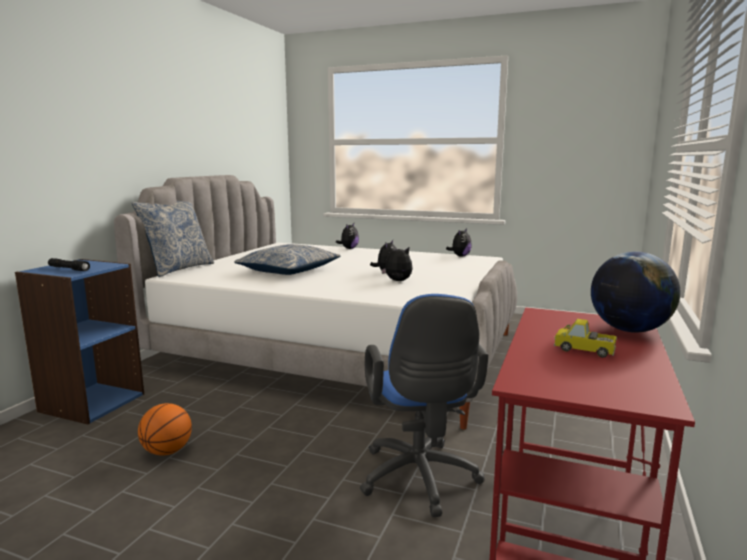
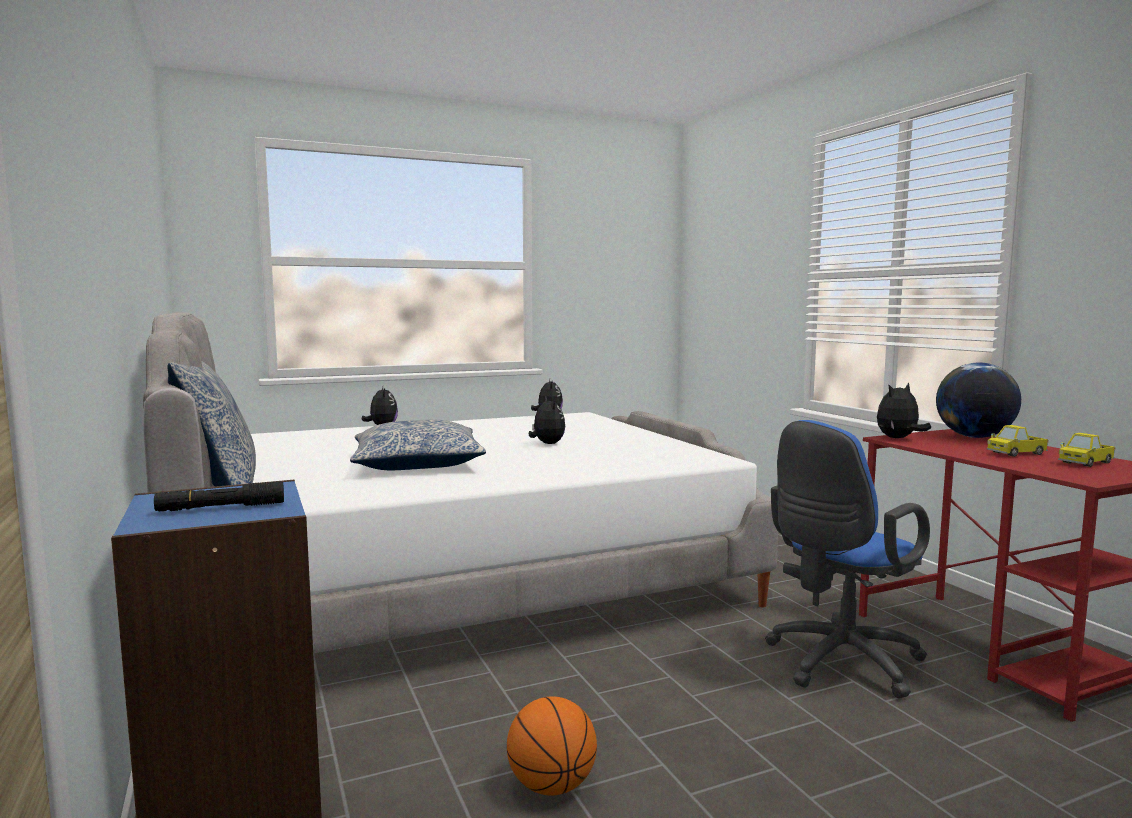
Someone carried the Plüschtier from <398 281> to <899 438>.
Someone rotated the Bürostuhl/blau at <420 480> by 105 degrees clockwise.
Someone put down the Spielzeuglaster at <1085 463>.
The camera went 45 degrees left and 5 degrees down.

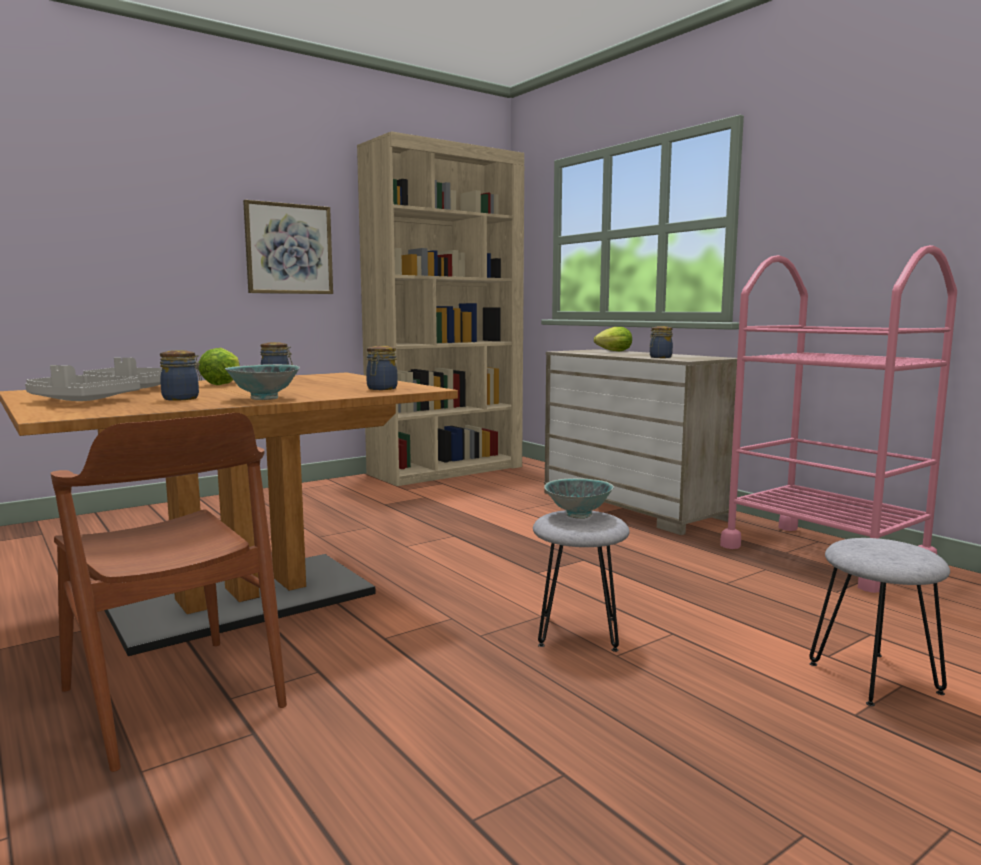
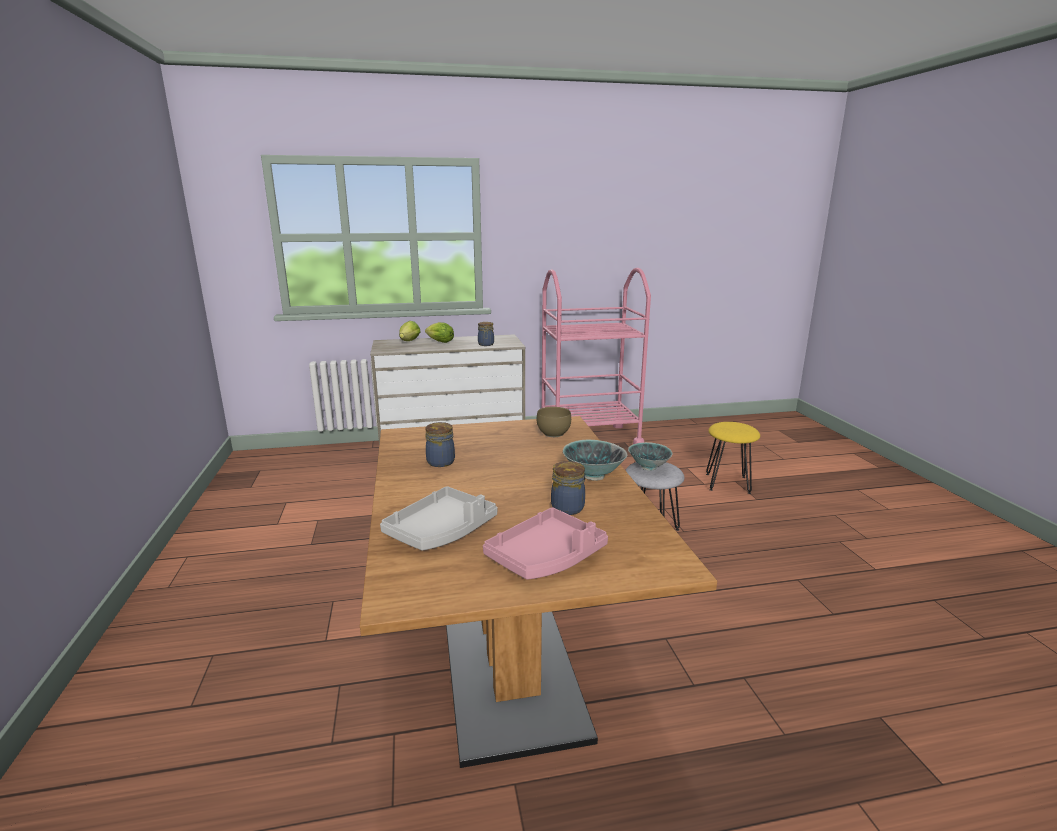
Someone took away the Bücherregal/beige at <446 470>.
Someone took away the Bild at <289 249>.
Someone swapped the Vorratsglas at <381 389> for the Schüssel/braun at <555 434>.
Someone carried the Salatkopf from <223 384> to <438 342>.
Someone repainted the Tablett/grau at <80 400>, which became the Tablett/rosa at <546 557>.
Someone took away the Stuhl/braun at <172 697>.
Someone repainted the Hocker/grau at <875 678>, which became the Hocker/gelb at <727 483>.
The camera went 65 degrees left and 10 degrees up.

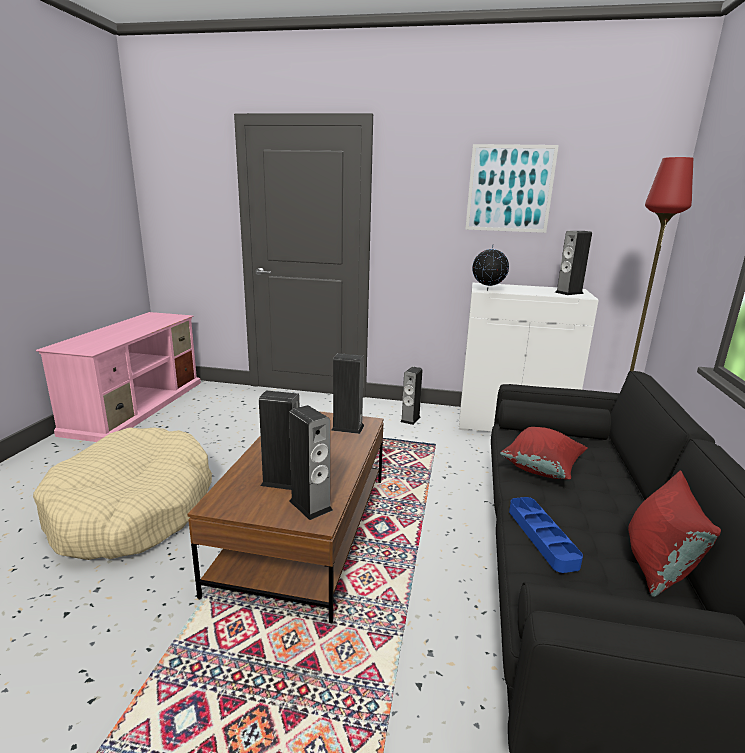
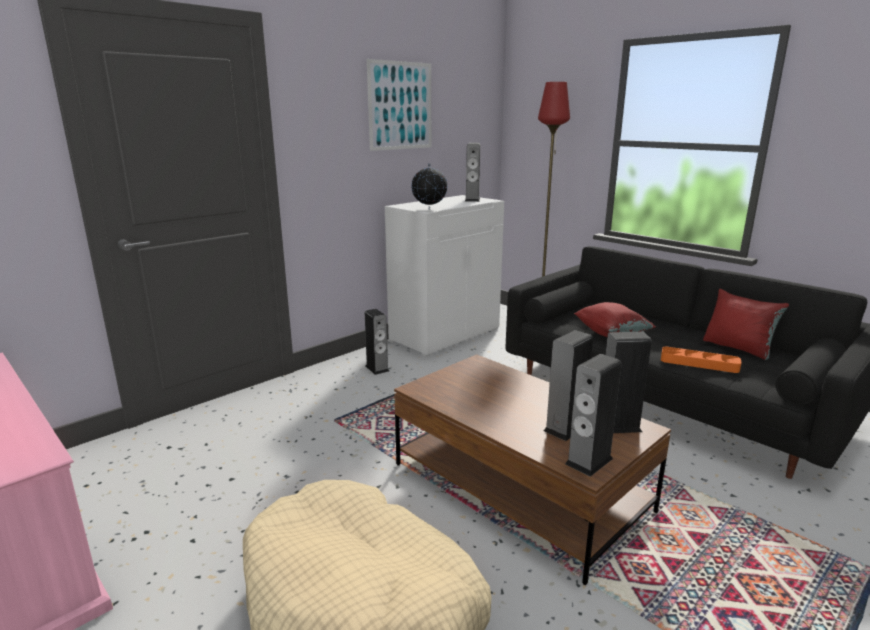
Someone carried the Lautsprecher from <347 427> to <589 461>.
Someone repainted the Tablett/blau at <542 537>, which became the Tablett/orange at <699 363>.
The camera went 55 degrees left and 0 degrees up.

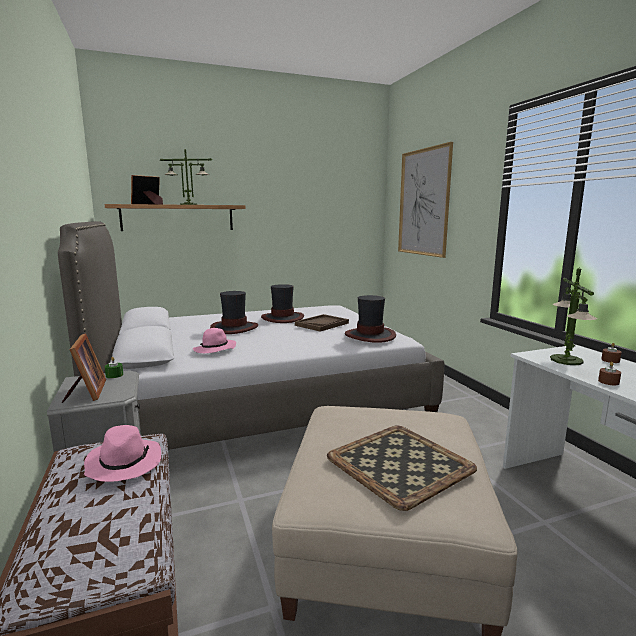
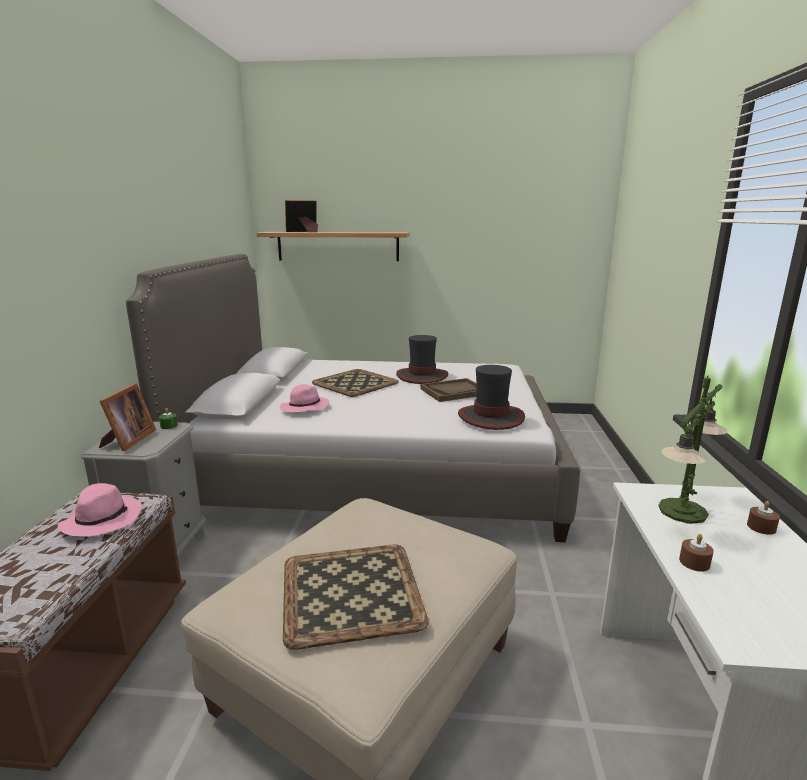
Someone took away the Bild at <423 202>.
Someone took away the Tischlampe at <189 204>.
Someone swapped the Hut at <234 328> for the Tablett at <354 383>.
The camera went 25 degrees right and 5 degrees up.

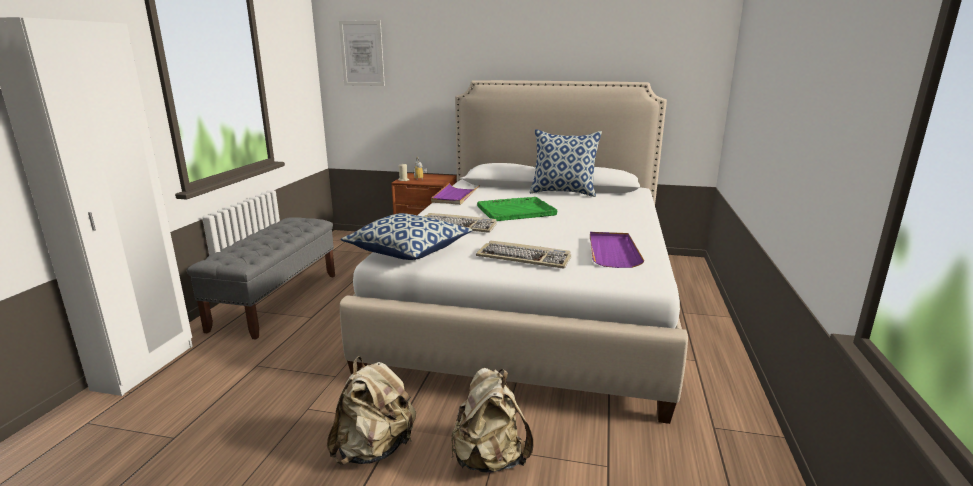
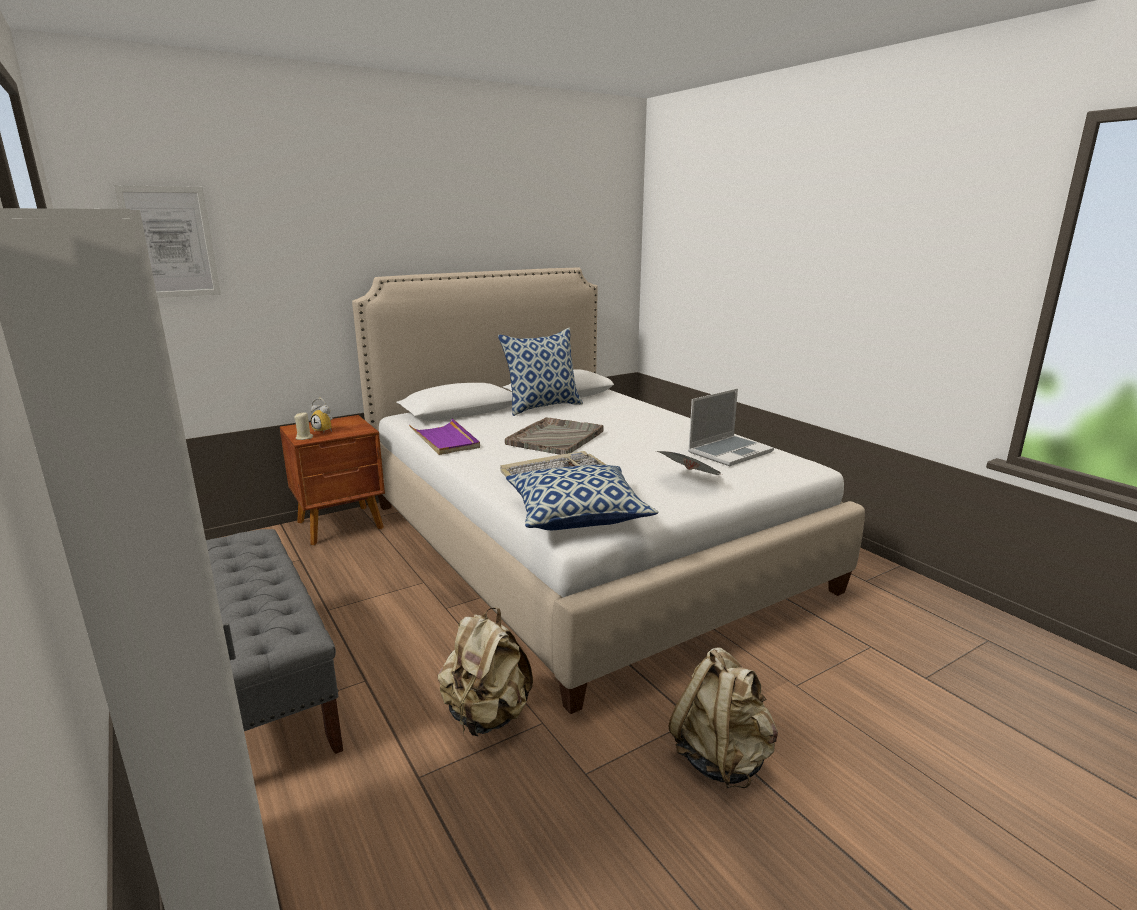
Someone repainted the Tablett/grün at <516 210>, which became the Tablett/grau at <556 438>.
Someone swapped the Tablett/lila at <612 252> for the Laptop at <730 452>.
Someone swapped the Tastatur at <525 258> for the Zeitung at <691 481>.
Someone carried the Rucksack/beige from <489 459> to <487 716>.
The camera went 45 degrees left and 0 degrees up.

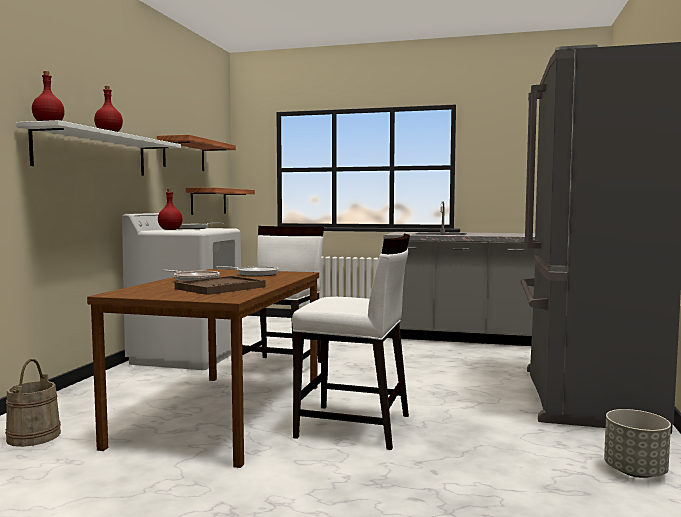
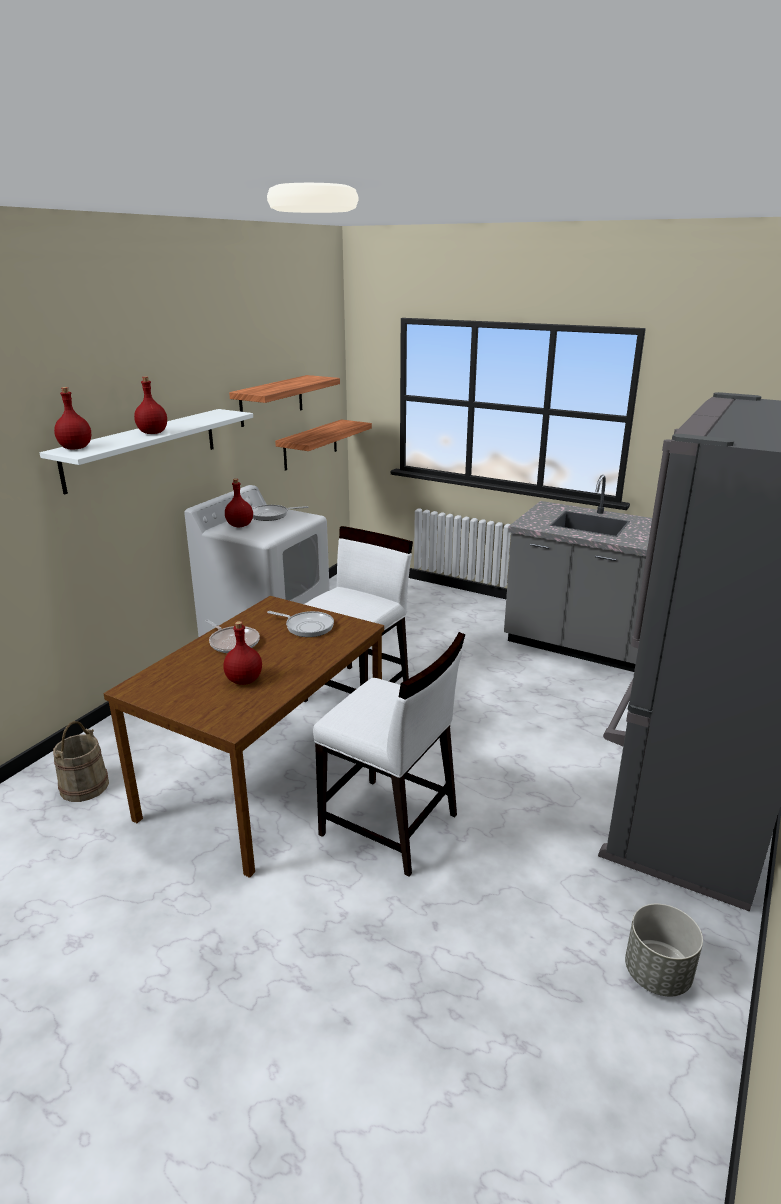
Someone swapped the Tablett/braun at <220 288> for the Flasche/rot at <243 680>.
The camera went 15 degrees right and 20 degrees up.

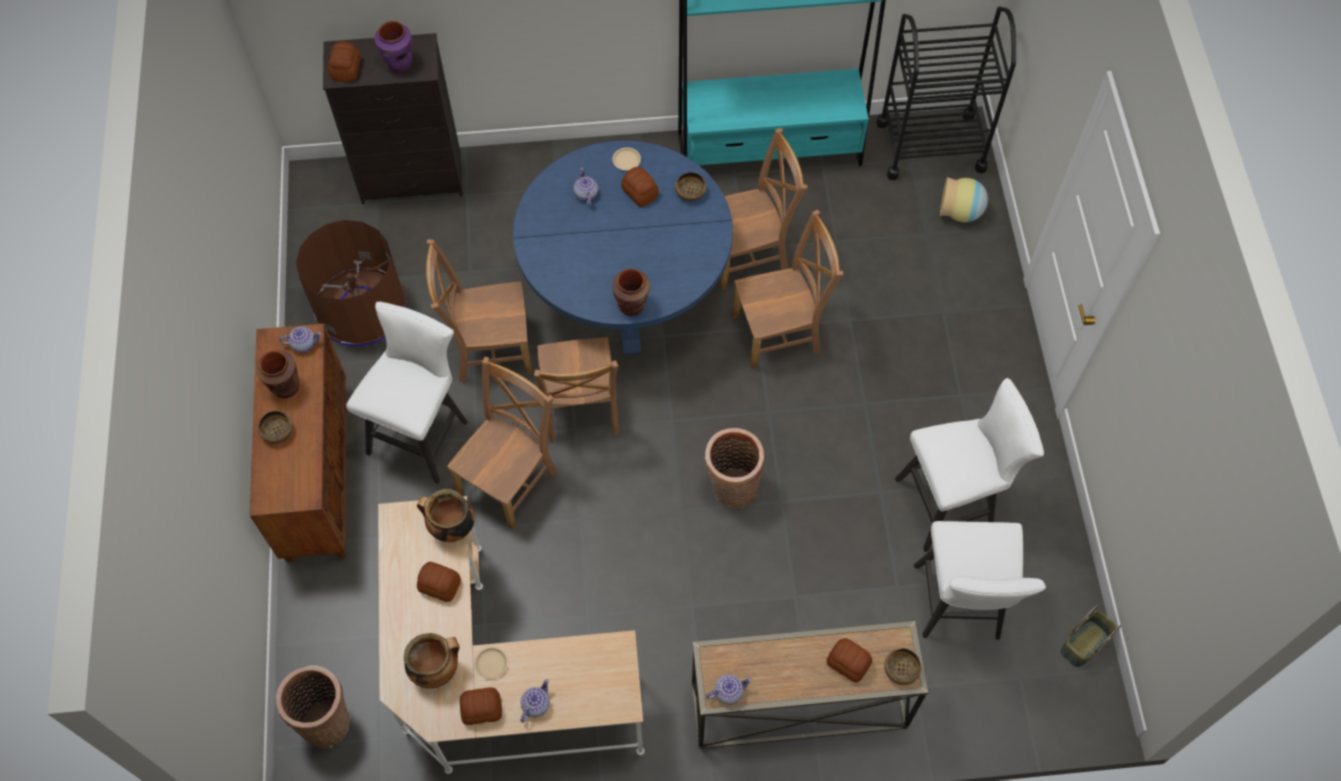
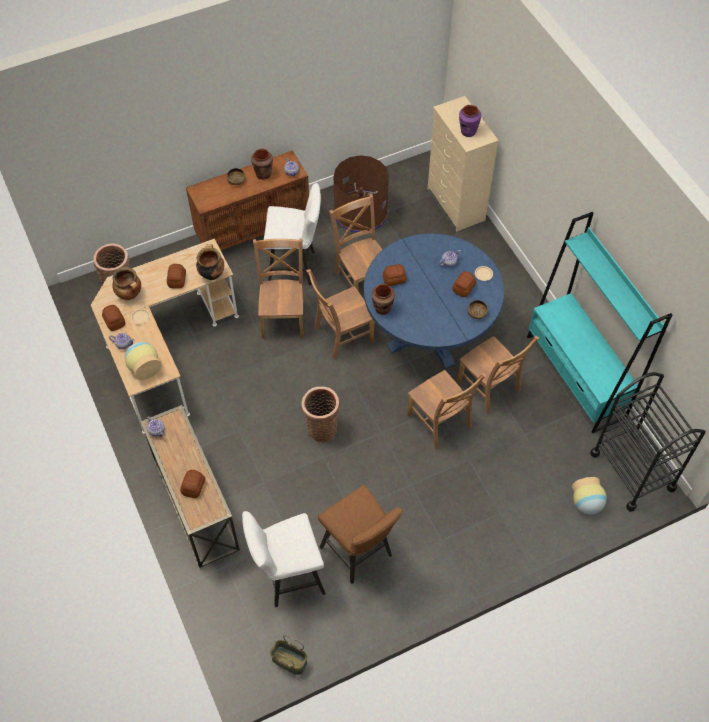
Someone repainted the Kommode/schwarz at <413 179>, which became the Kommode/beige at <455 205>.
Someone carried the Brot from <347 68> to <394 279>.
Someone rotated the Stuhl/braun at <510 480> by 105 degrees counterclockwise.
Someone repainted the Hocker/weiß at <951 503>, which became the Hocker/braun at <359 554>.
Someone took away the Schüssel at <900 669>.
Someone put down the Vase at <144 367>.
The camera went 70 degrees right and 5 degrees down.

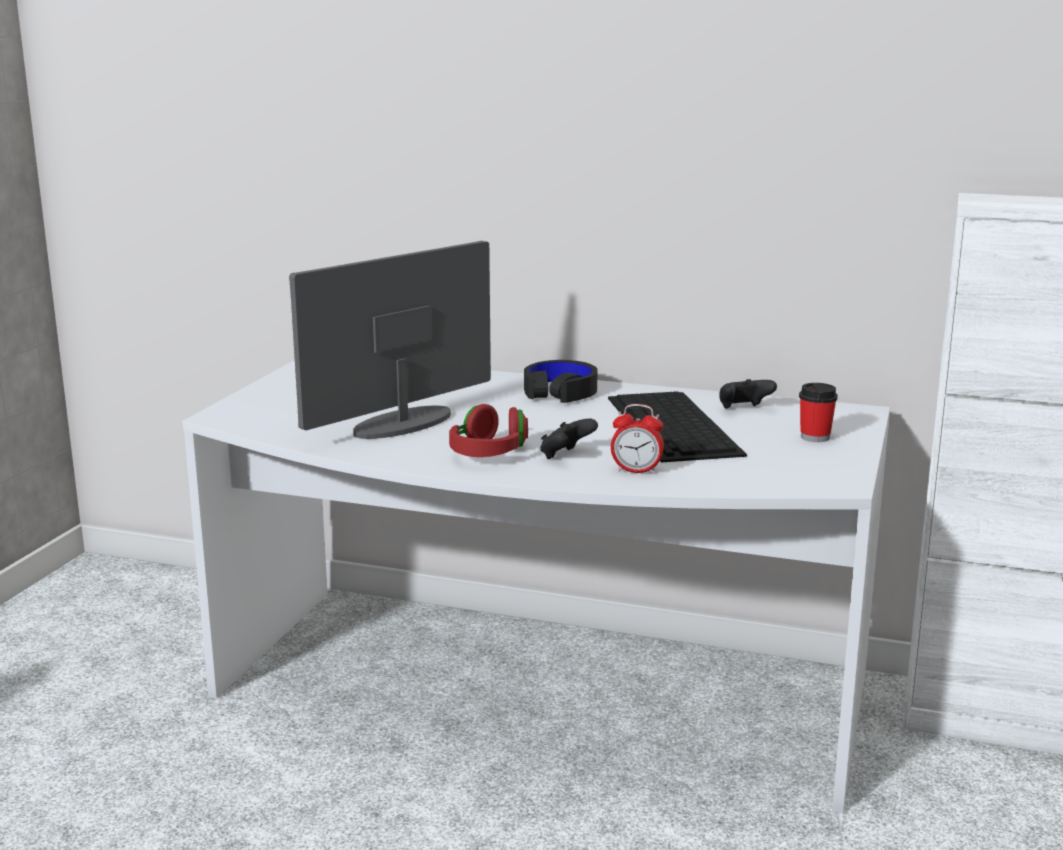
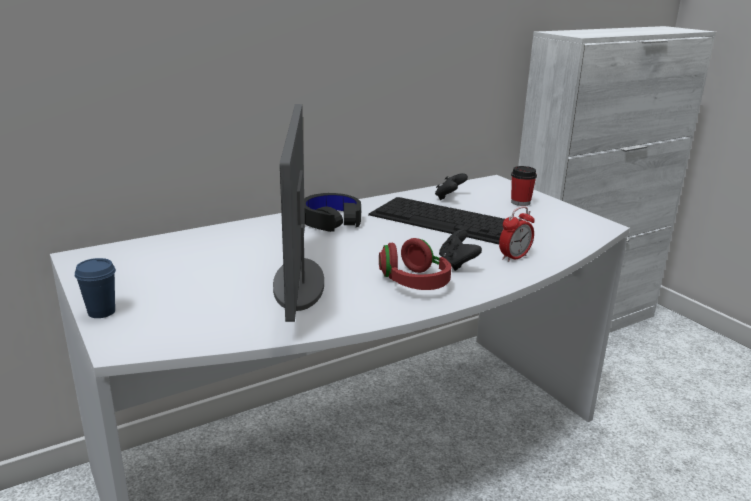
Someone put down the Tasse/blau at <101 312>.
The camera went 50 degrees left and 5 degrees up.

